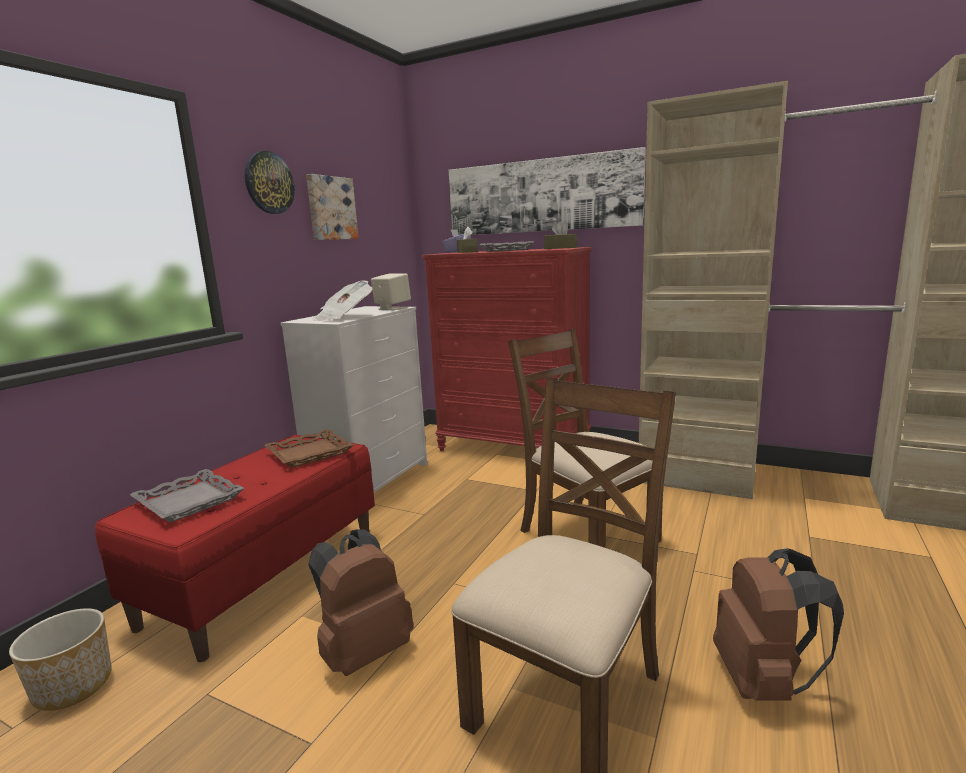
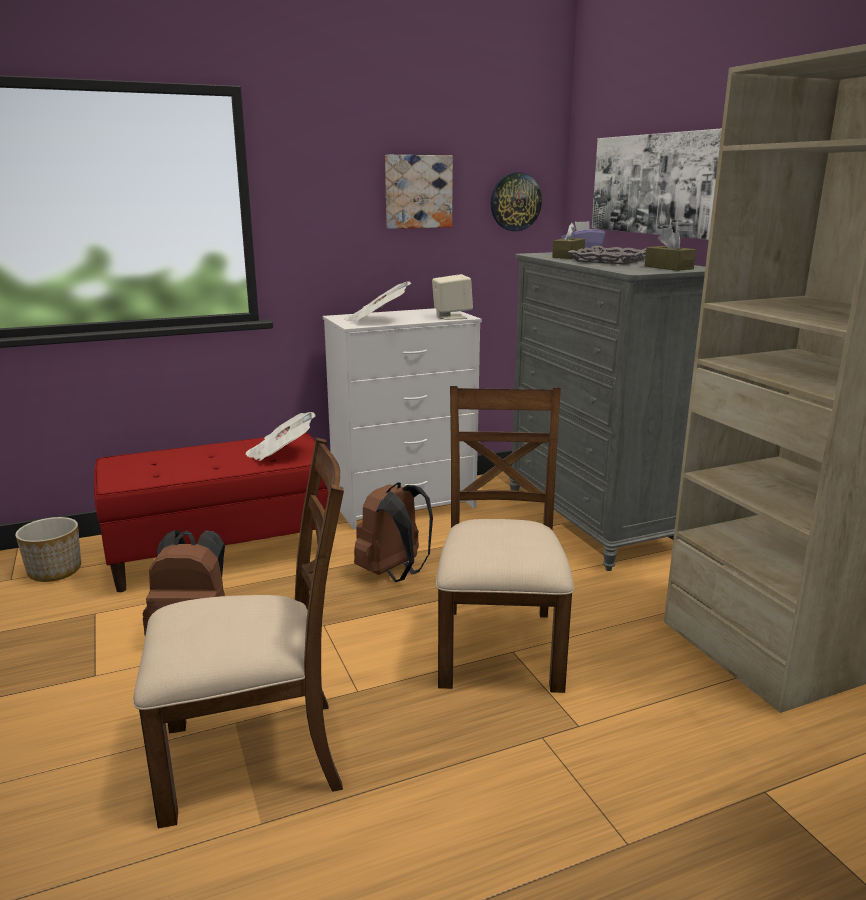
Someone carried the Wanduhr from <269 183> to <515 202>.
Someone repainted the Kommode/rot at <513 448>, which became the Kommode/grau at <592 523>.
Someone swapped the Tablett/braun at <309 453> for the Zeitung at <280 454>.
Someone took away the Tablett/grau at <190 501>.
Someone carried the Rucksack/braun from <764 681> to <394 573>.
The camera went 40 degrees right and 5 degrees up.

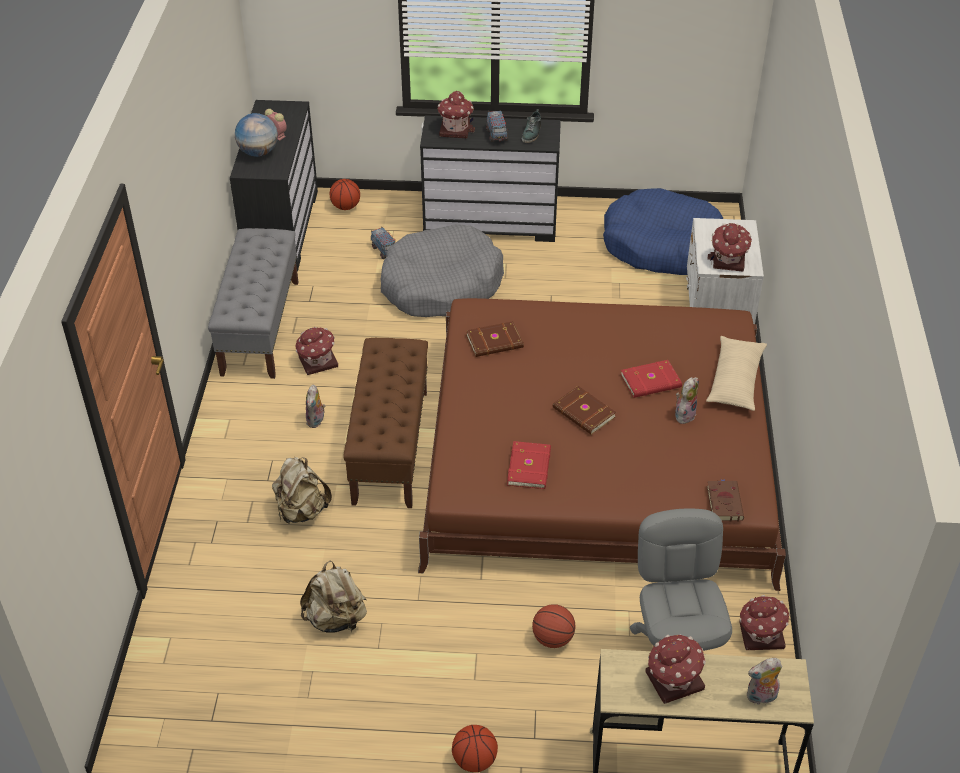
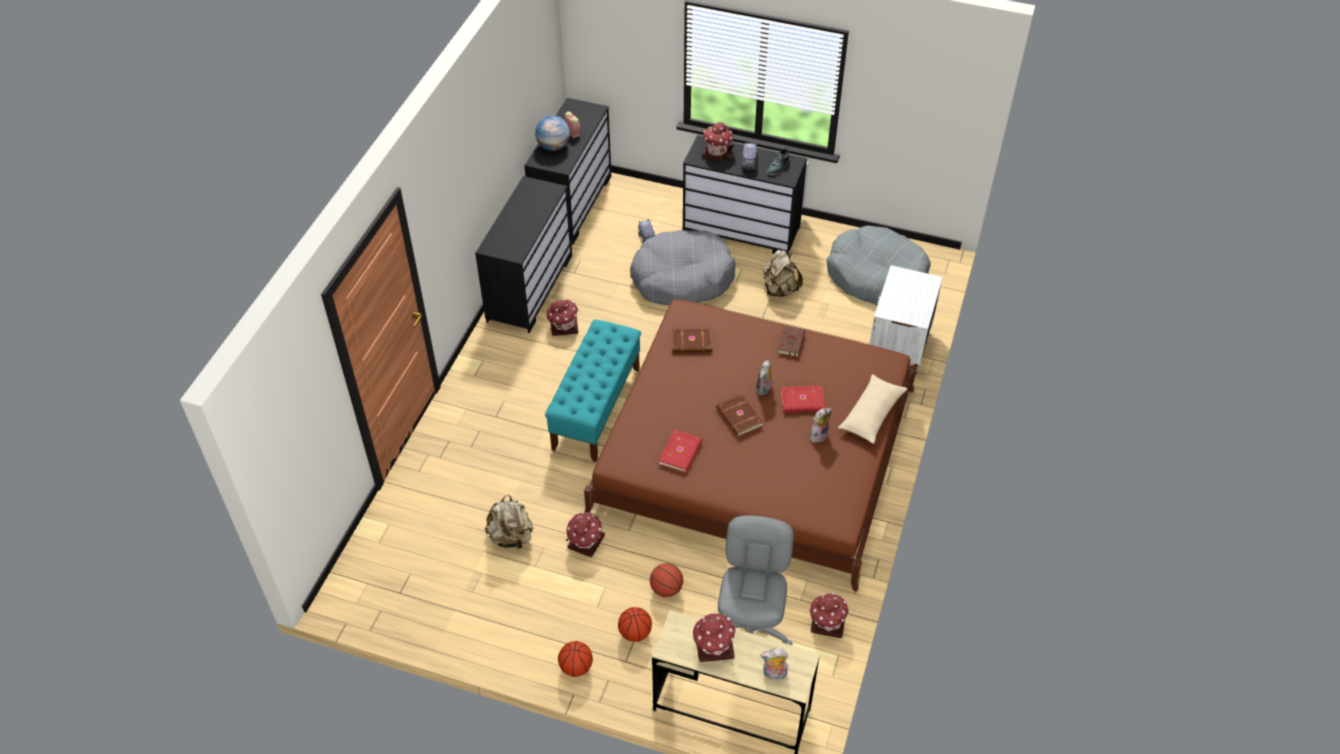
Someone carried the Basketball from <345 207> to <635 633>.
Someone repainted the Hundebett/blau at <662 245>, which became the Hundebett/grau at <876 277>.
Someone carried the Spielzeughaus from <728 261> to <585 542>.
Someone swapped the Bank/grau at <260 327> for the Kommode/schwarz at <529 287>.
Someone repainted the Bank/braun at <390 447>, which became the Bank/türkis at <596 409>.
Someone carried the Plüschtier from <316 421> to <764 389>.
Someone carried the Rucksack/beige from <301 511> to <779 289>.
Someone carried the Buch/braun from <724 502> to <791 342>.
The camera went 15 degrees right and 5 degrees up.

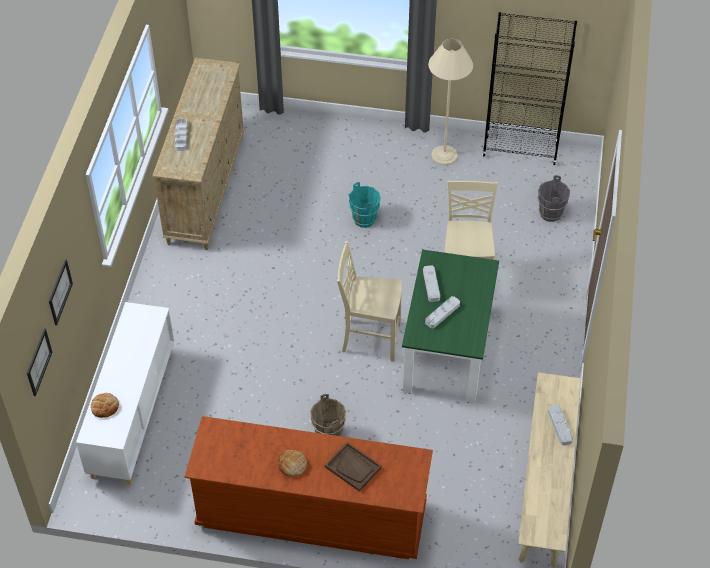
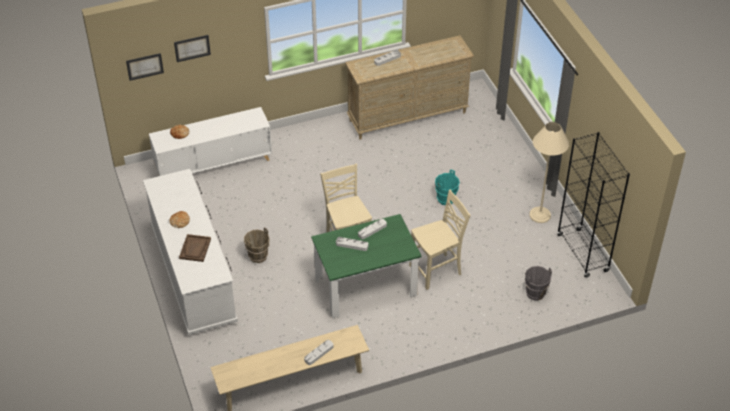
Someone repainted the Kommode/braun at <312 514>, which became the Kommode/weiß at <193 274>.
The camera went 60 degrees right and 5 degrees down.

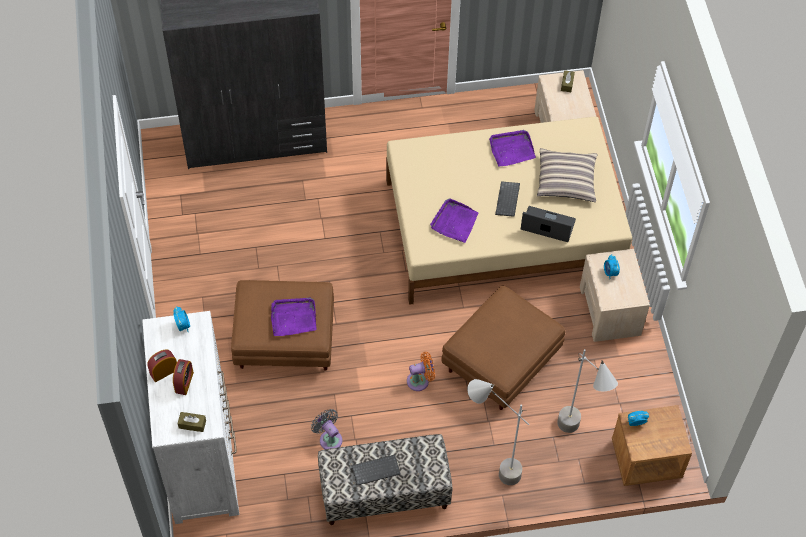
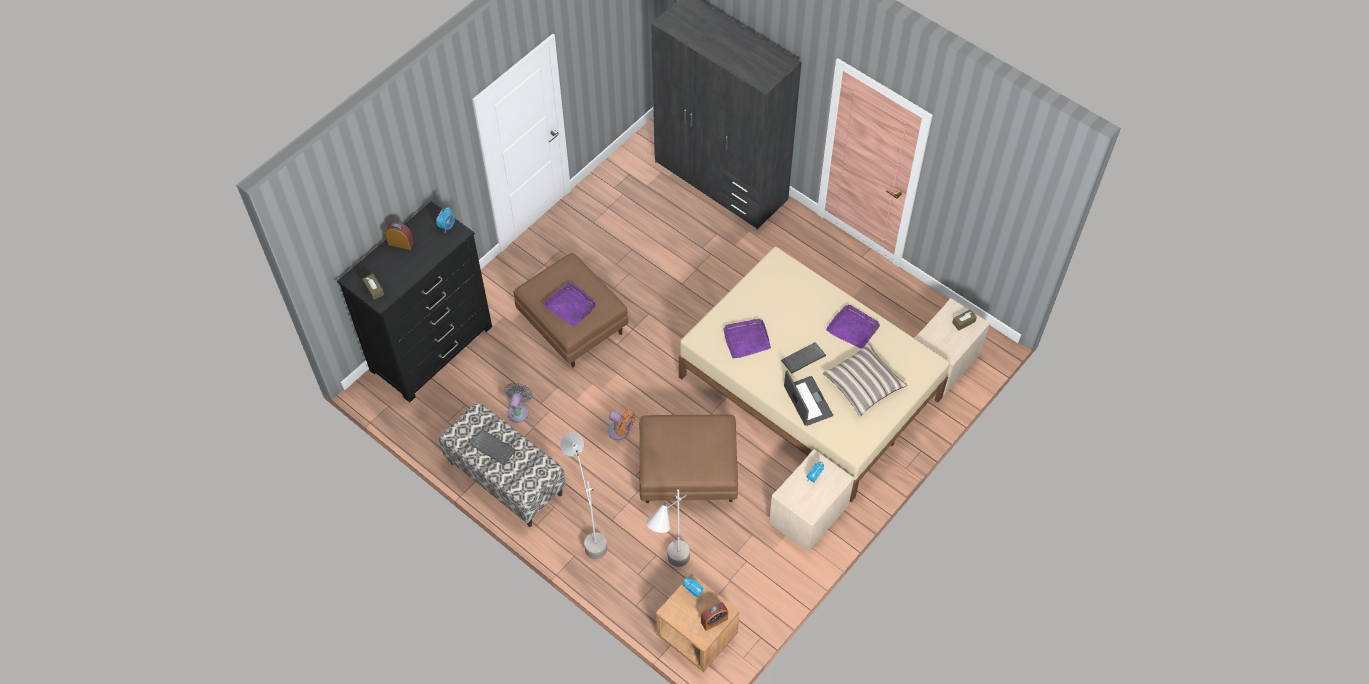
Someone repainted the Kommode/weiß at <202 460>, which became the Kommode/schwarz at <432 348>.
Someone carried the Wecker from <184 382> to <714 620>.
The camera went 50 degrees right and 0 degrees up.

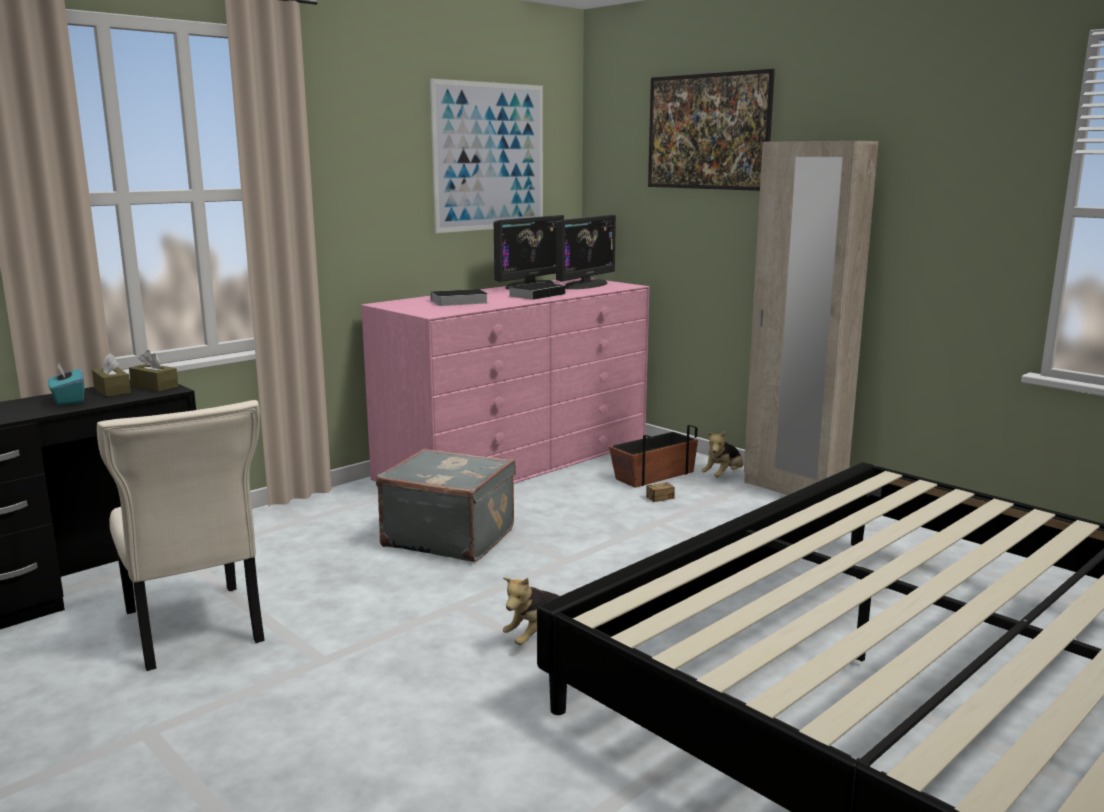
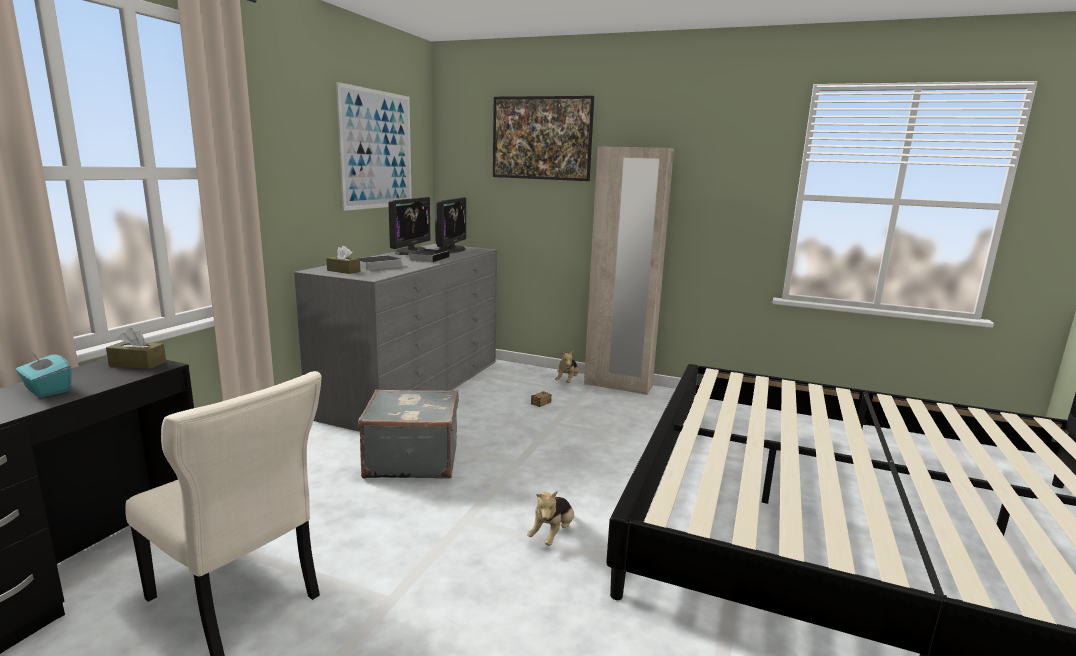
Someone repainted the Kommode/rosa at <516 459>, which became the Kommode/grau at <413 386>.
Someone carried the Taschentuchbox/braun from <112 390> to <343 271>.
Someone took away the Pflanzkübel at <653 475>.
The camera went 25 degrees left and 0 degrees up.

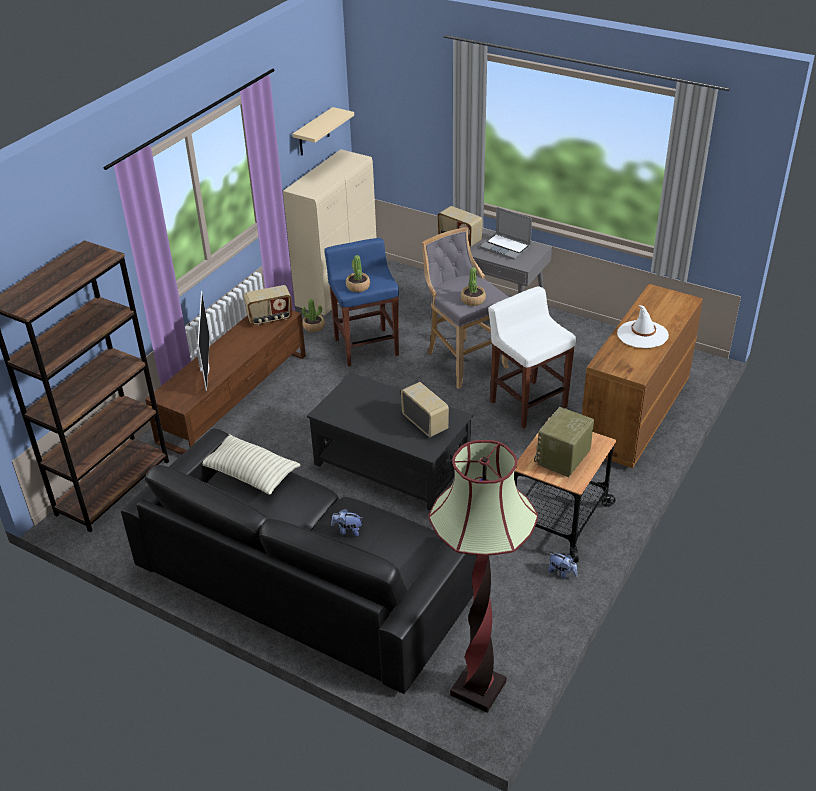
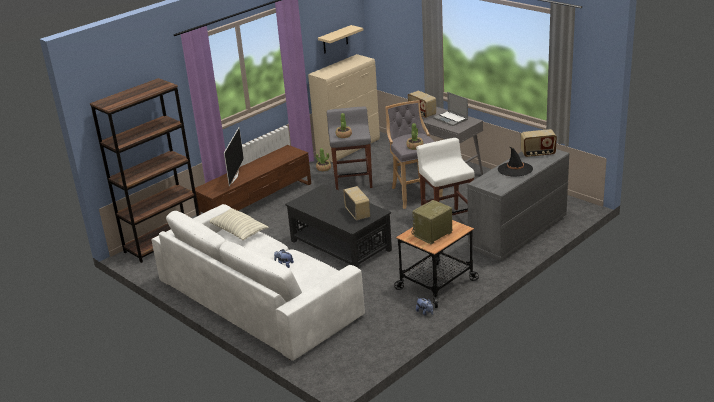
Someone repainted the Hocker/blau at <366 346>, which became the Hocker/grau at <353 181>.
Someone repainted the Kommode/braun at <634 416>, which became the Kommode/grau at <517 233>.
Someone carried the Radio from <270 319> to <538 154>.
Someone repainted the Hut/weiß at <642 334>, which became the Hut/schwarz at <515 169>.
Someone repainted the Sofa/schwarz at <305 578>, which became the Sofa/weiß at <259 298>.
Someone took away the Stehlampe at <478 688>.
The camera went 15 degrees right and 10 degrees down.

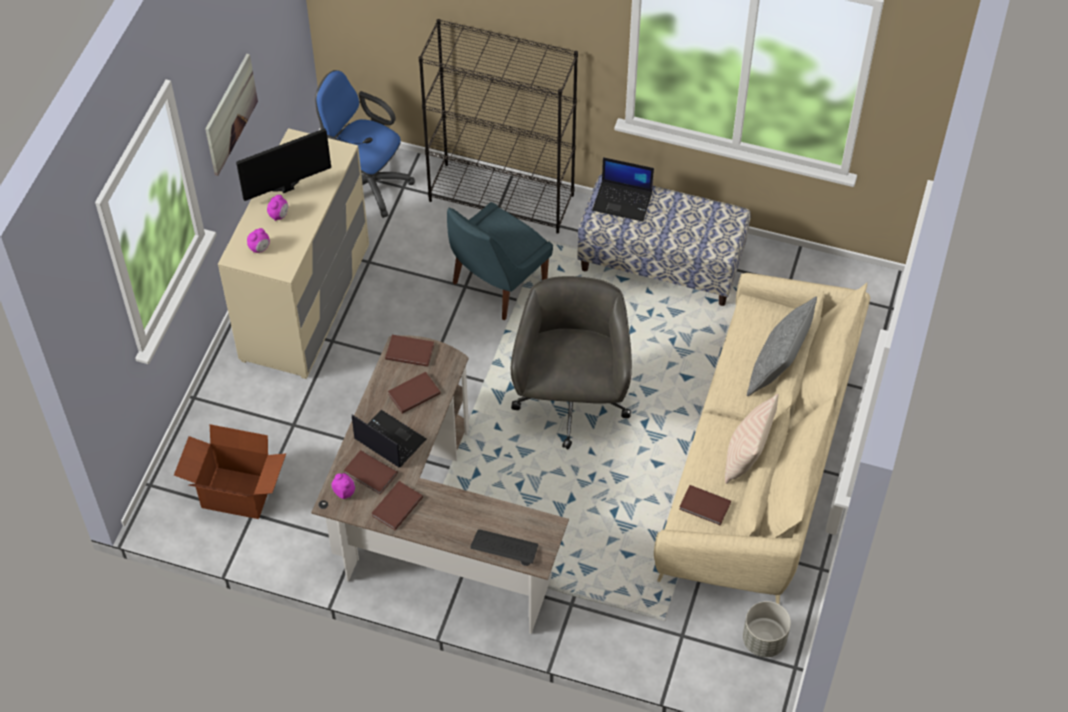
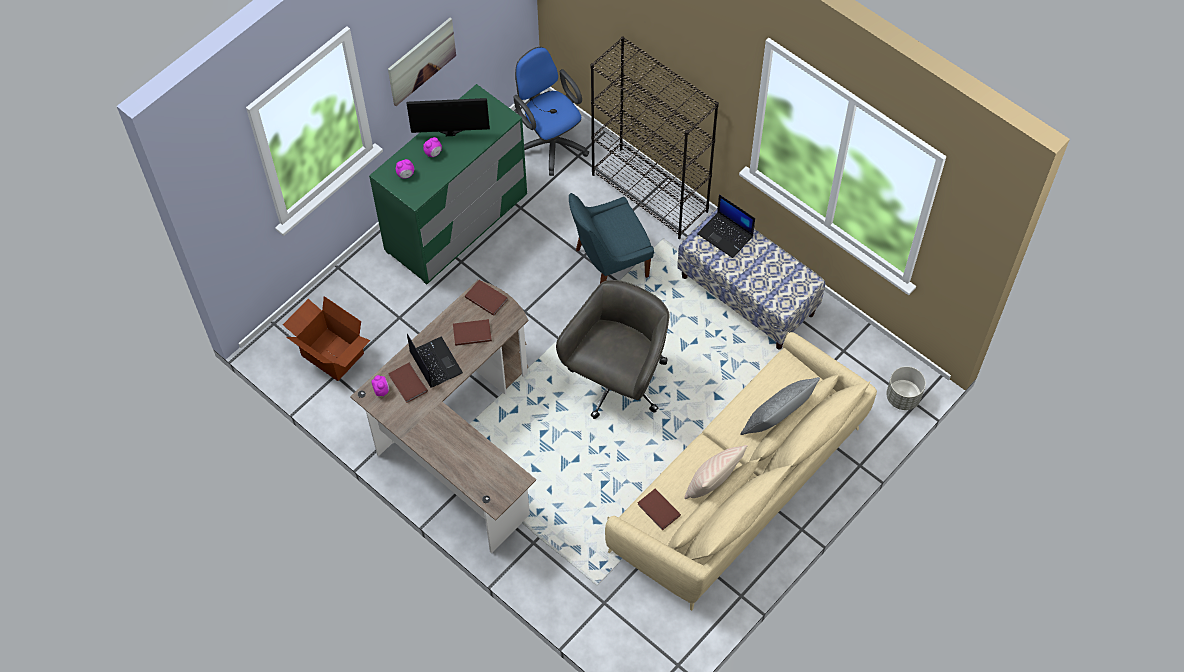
Someone repainted the Kommode/beige at <305 303>, which became the Kommode/grün at <456 223>.
Someone took away the Buch/braun at <396 506>.
Someone took away the Tastatur at <504 547>.
Someone carried the Pflanzkübel/grau from <764 640> to <903 397>.
The camera went 25 degrees right and 5 degrees up.

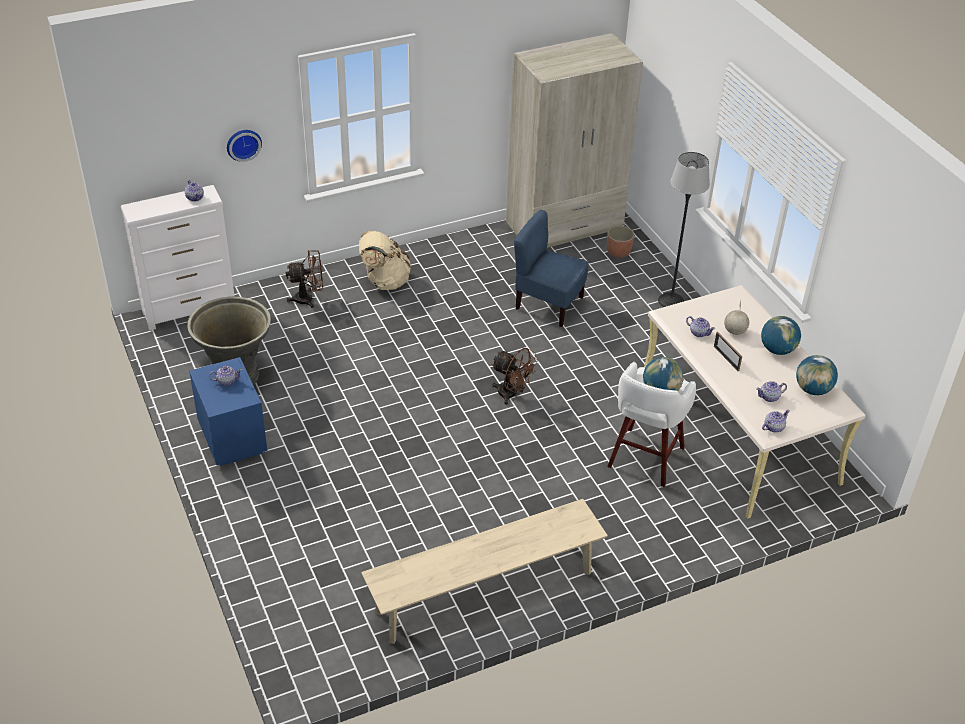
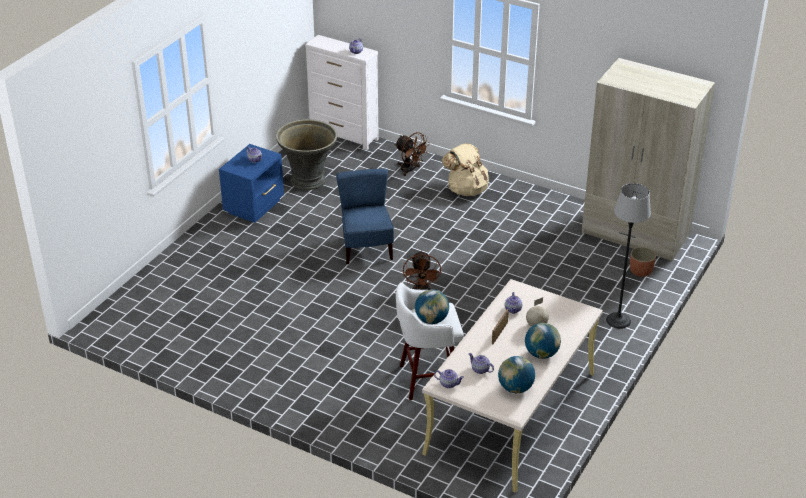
Someone took away the Wanduhr at <243 144>.
Someone carried the Stuhl/blau from <548 304> to <366 248>.
Someone took away the Bank/beige at <484 592>.
The camera went 55 degrees right and 5 degrees down.

